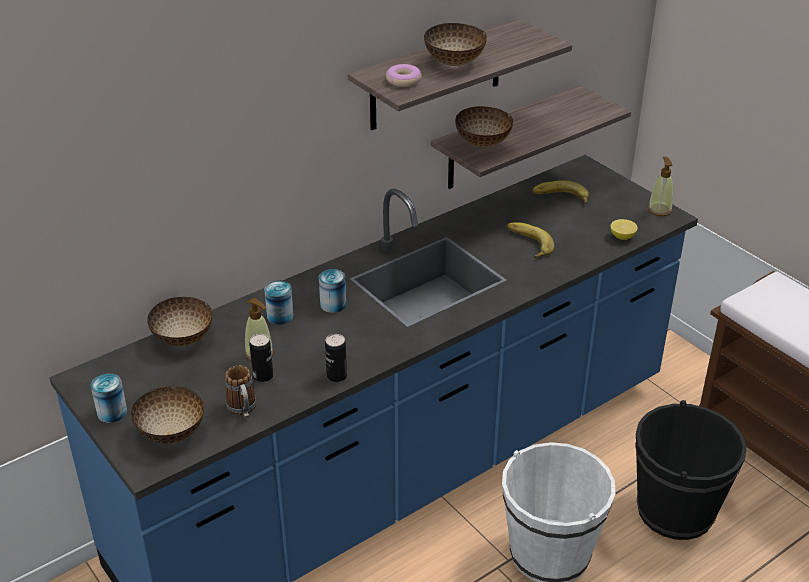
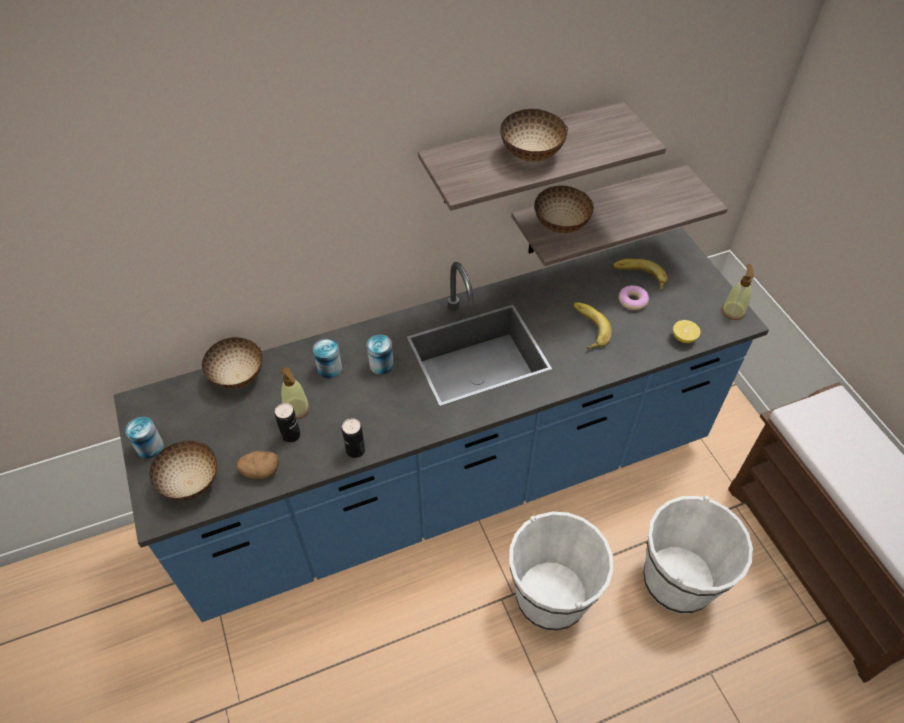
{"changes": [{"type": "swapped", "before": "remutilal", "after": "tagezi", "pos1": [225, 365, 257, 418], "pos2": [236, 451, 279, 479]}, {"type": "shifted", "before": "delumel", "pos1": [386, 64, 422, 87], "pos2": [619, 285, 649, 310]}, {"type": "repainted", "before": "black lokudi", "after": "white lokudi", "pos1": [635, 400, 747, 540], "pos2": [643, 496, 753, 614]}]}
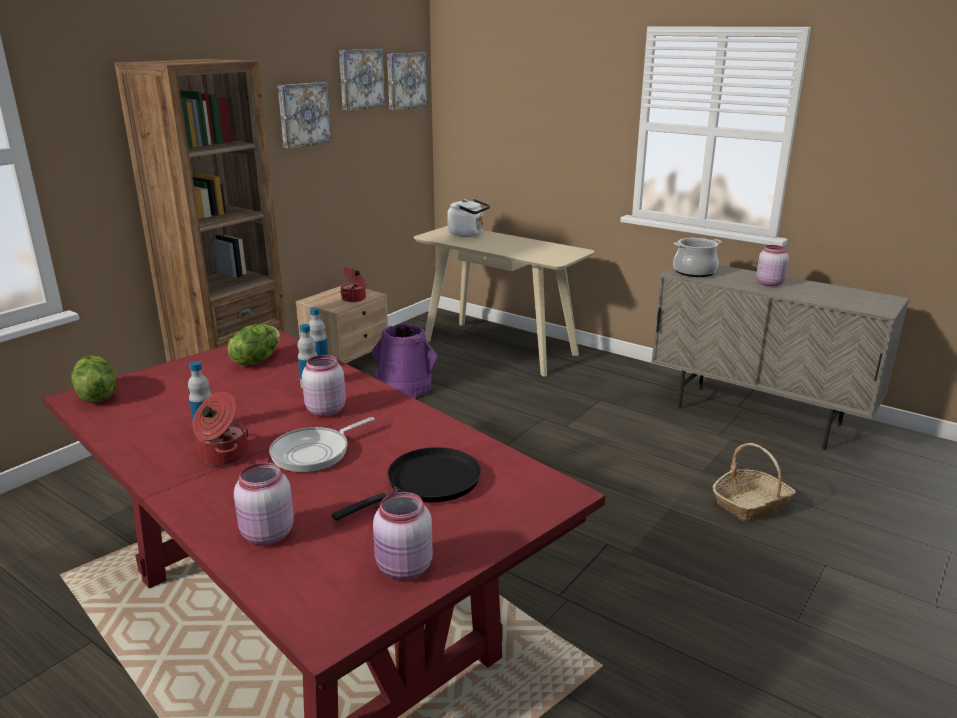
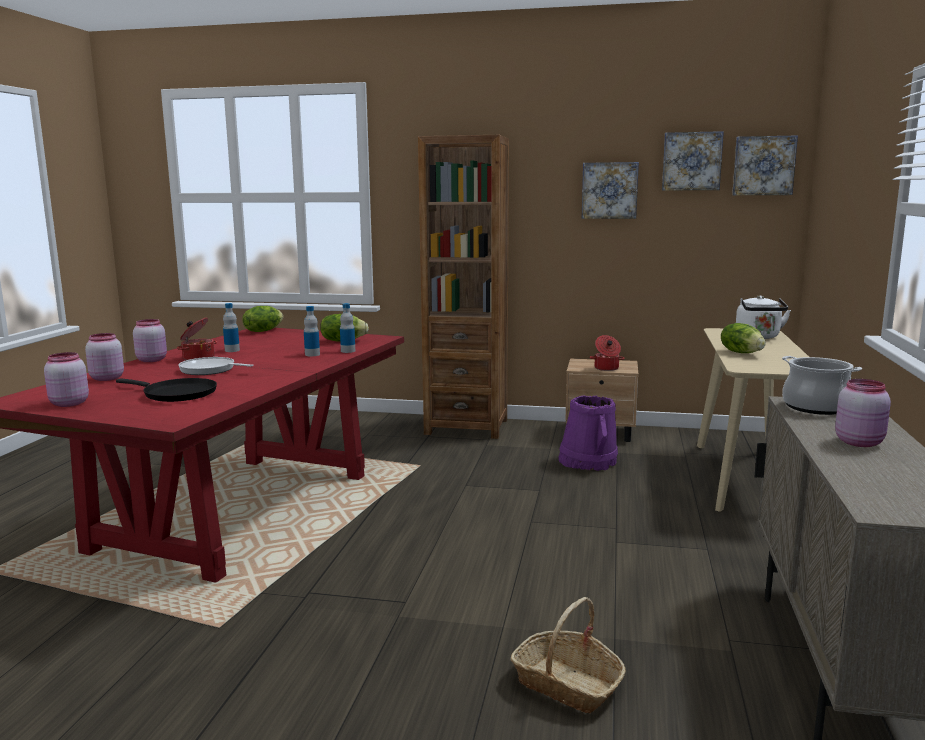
{"changes": [{"type": "shifted", "before": "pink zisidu", "pos1": [302, 355, 346, 416], "pos2": [133, 319, 167, 362]}, {"type": "new", "after": "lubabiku", "pos2": [721, 323, 766, 353]}]}
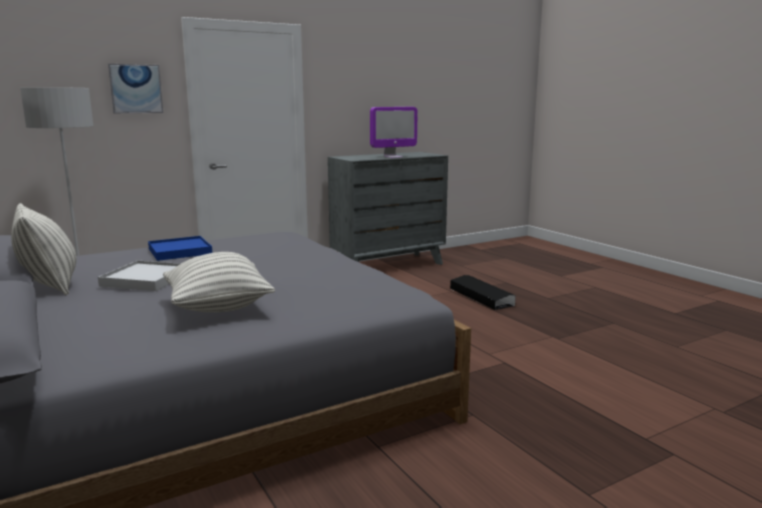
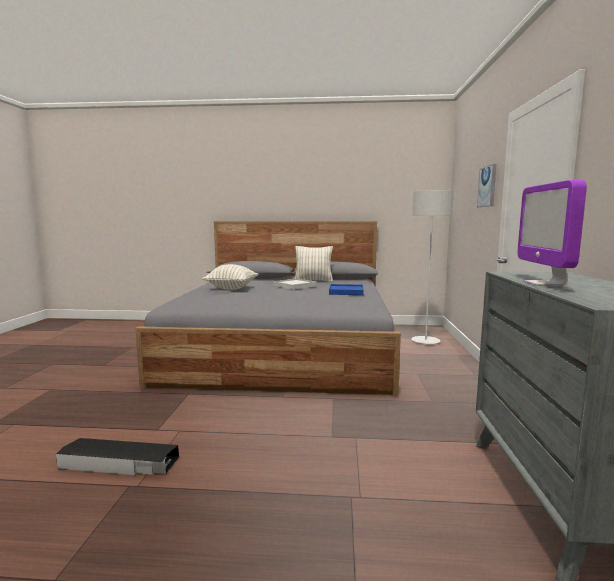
{"changes": [{"type": "shifted", "before": "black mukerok", "pos1": [450, 275, 516, 310], "pos2": [56, 438, 179, 475]}]}
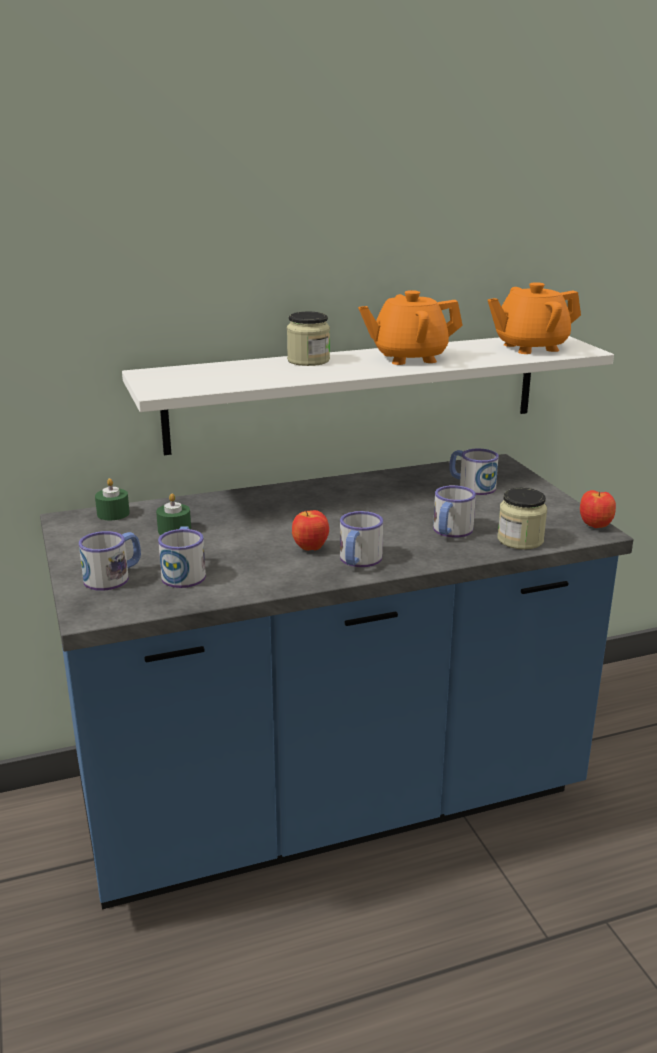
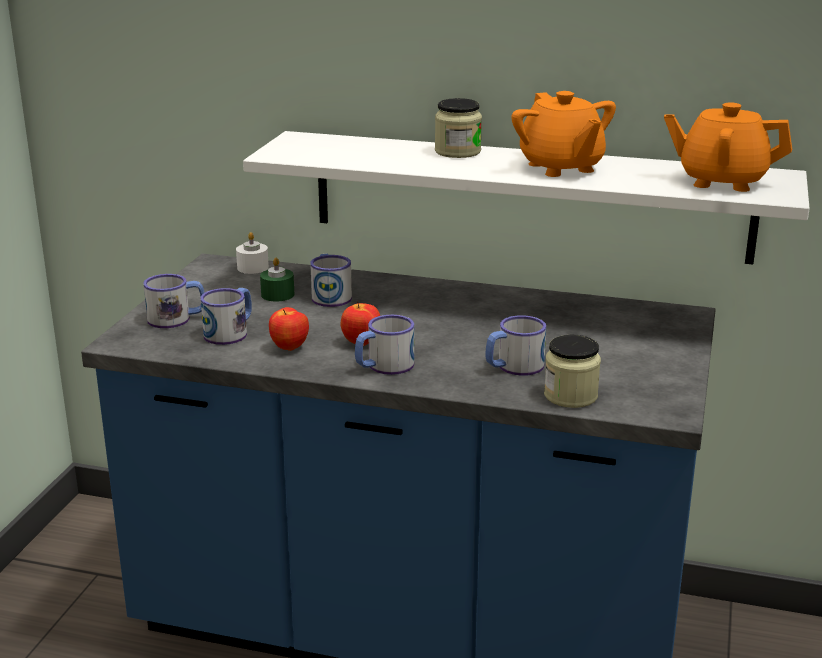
{"changes": [{"type": "repainted", "before": "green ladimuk", "after": "white ladimuk", "pos1": [95, 478, 130, 520], "pos2": [236, 232, 269, 274]}, {"type": "rotated", "before": "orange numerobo", "pos1": [358, 290, 463, 365], "pos2": [512, 91, 616, 177], "turn": -135}, {"type": "shifted", "before": "remutilal", "pos1": [449, 448, 499, 495], "pos2": [310, 254, 352, 307]}, {"type": "shifted", "before": "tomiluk", "pos1": [580, 490, 616, 528], "pos2": [269, 307, 309, 351]}]}
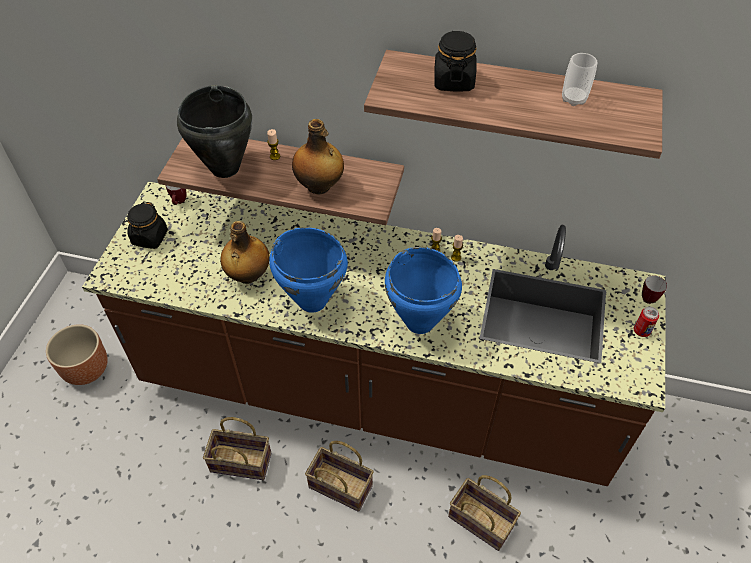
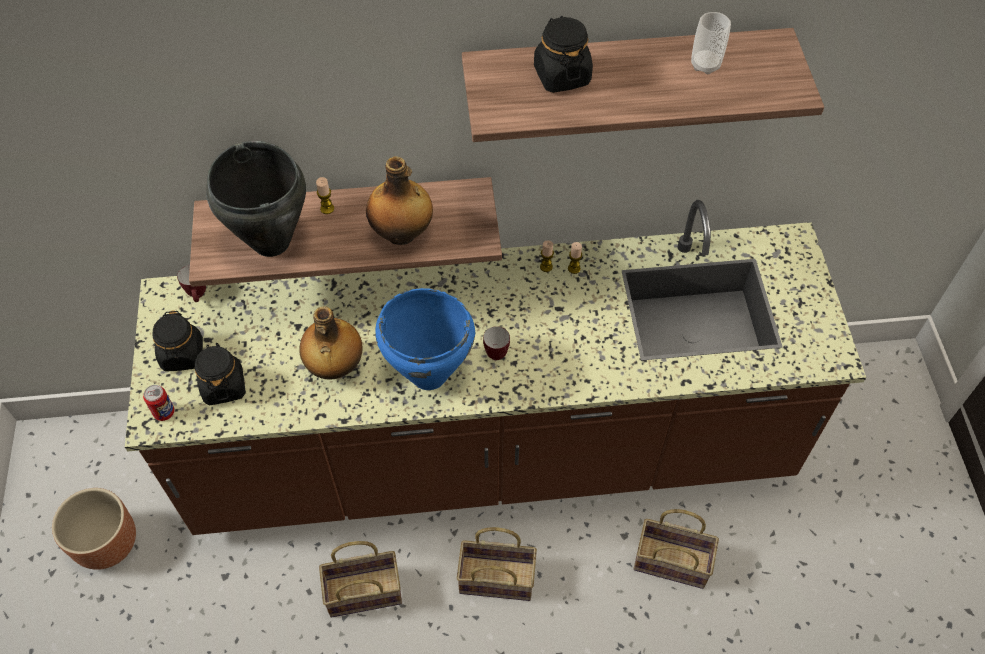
{"changes": [{"type": "gone", "before": "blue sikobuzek", "pos1": [385, 247, 462, 334]}, {"type": "shifted", "before": "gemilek", "pos1": [634, 307, 659, 337], "pos2": [143, 385, 175, 421]}, {"type": "shifted", "before": "remutilal", "pos1": [642, 276, 667, 304], "pos2": [483, 326, 510, 360]}, {"type": "new", "after": "black zisidu", "pos2": [195, 343, 246, 405]}]}
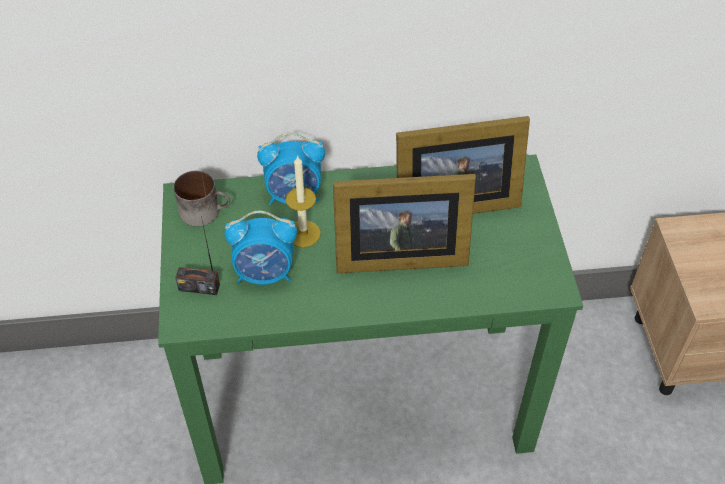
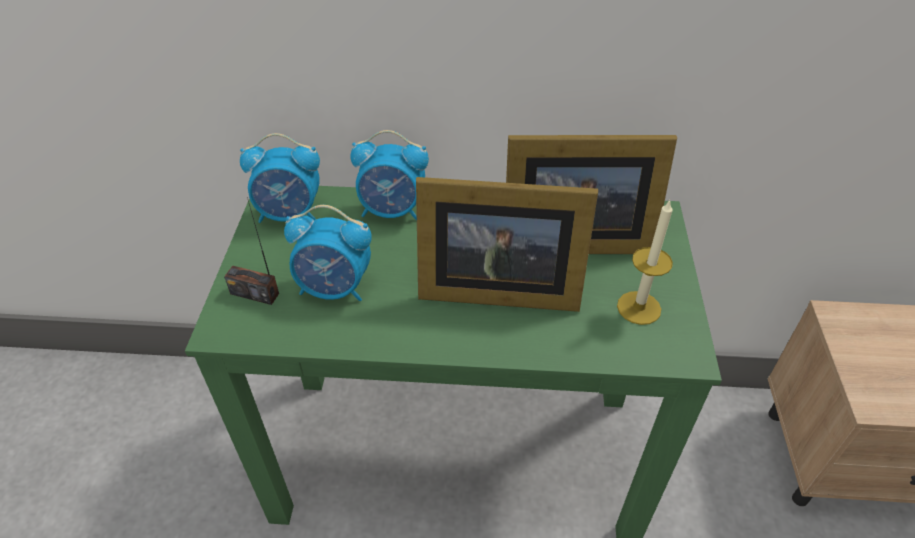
{"changes": [{"type": "swapped", "before": "remutilal", "after": "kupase", "pos1": [174, 170, 230, 227], "pos2": [240, 133, 320, 223]}, {"type": "shifted", "before": "ladimuk", "pos1": [285, 155, 321, 247], "pos2": [617, 200, 673, 325]}]}
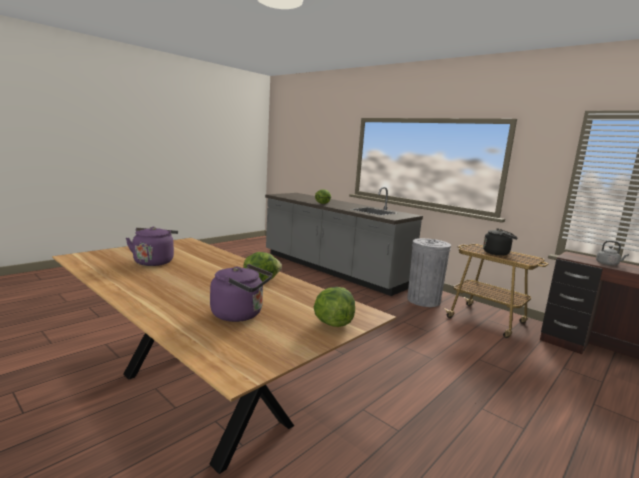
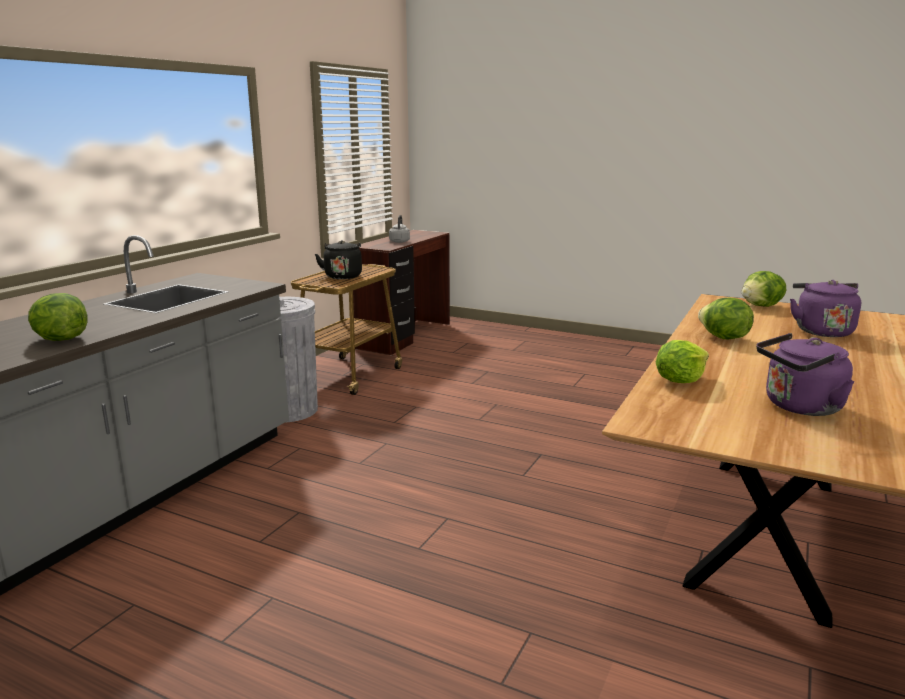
{"changes": [{"type": "new", "after": "lubabiku", "pos2": [656, 340, 709, 383]}]}
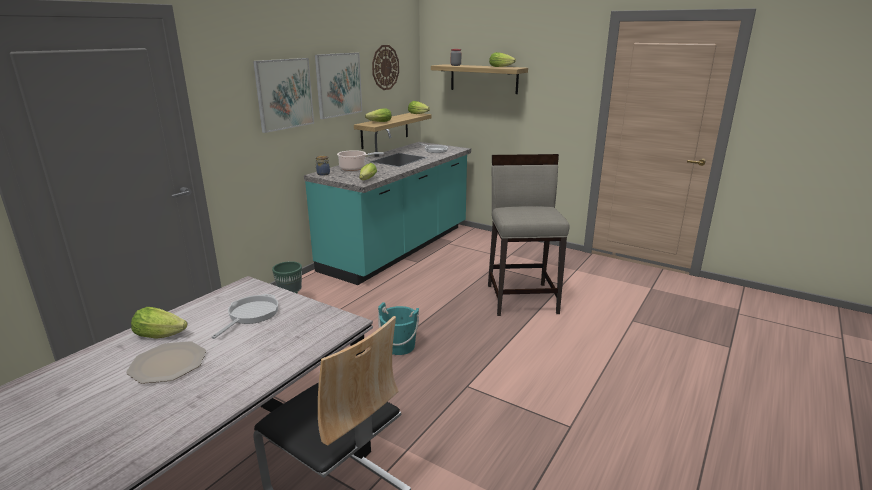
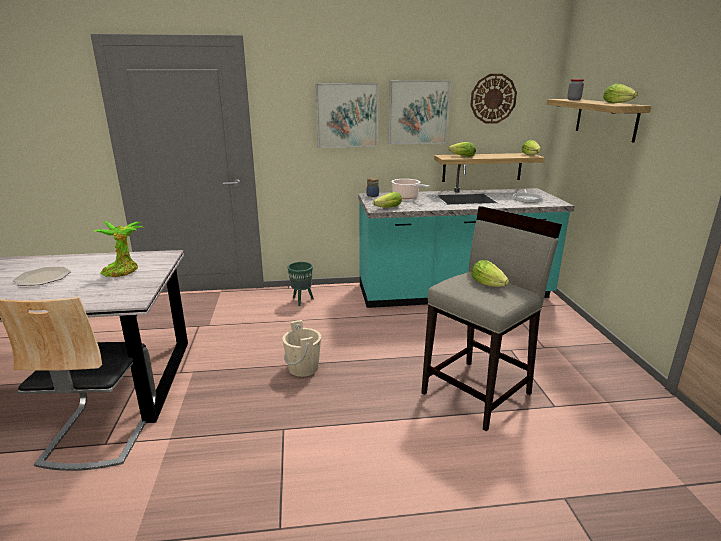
{"changes": [{"type": "shifted", "before": "lubabiku", "pos1": [131, 307, 187, 339], "pos2": [471, 260, 509, 287]}, {"type": "swapped", "before": "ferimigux", "after": "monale", "pos1": [211, 294, 278, 339], "pos2": [93, 221, 143, 277]}, {"type": "repainted", "before": "turquoise lokudi", "after": "beige lokudi", "pos1": [378, 302, 419, 355], "pos2": [282, 320, 321, 377]}]}
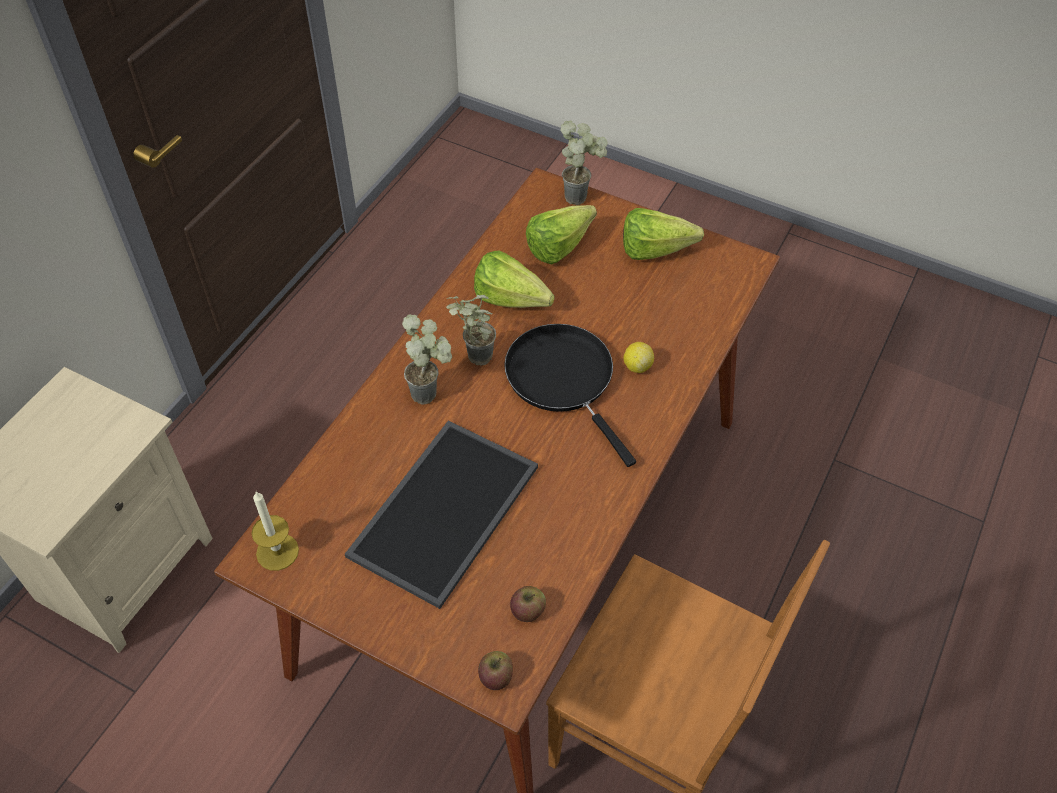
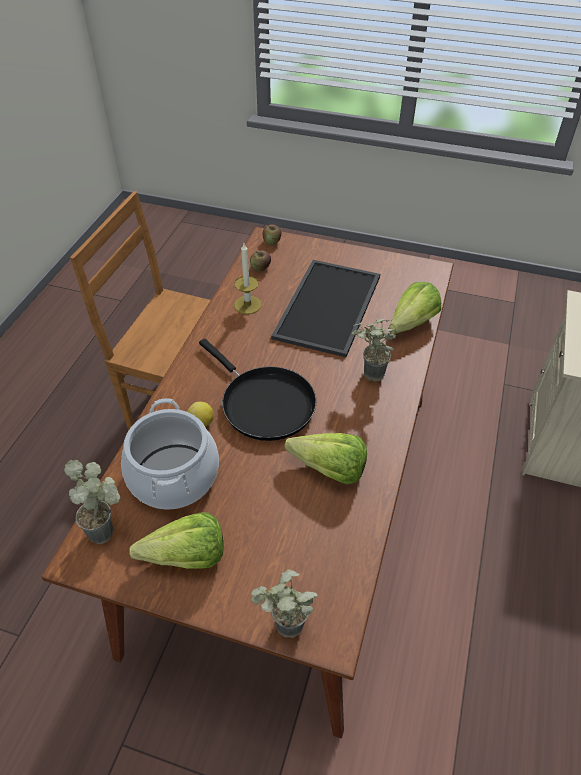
{"changes": [{"type": "shifted", "before": "ladimuk", "pos1": [251, 492, 299, 571], "pos2": [234, 243, 262, 314]}, {"type": "shifted", "before": "monale", "pos1": [446, 295, 496, 365], "pos2": [64, 460, 120, 544]}, {"type": "shifted", "before": "lubabiku", "pos1": [526, 205, 597, 264], "pos2": [389, 282, 441, 334]}, {"type": "new", "after": "sikobuzek", "pos2": [121, 398, 219, 510]}]}
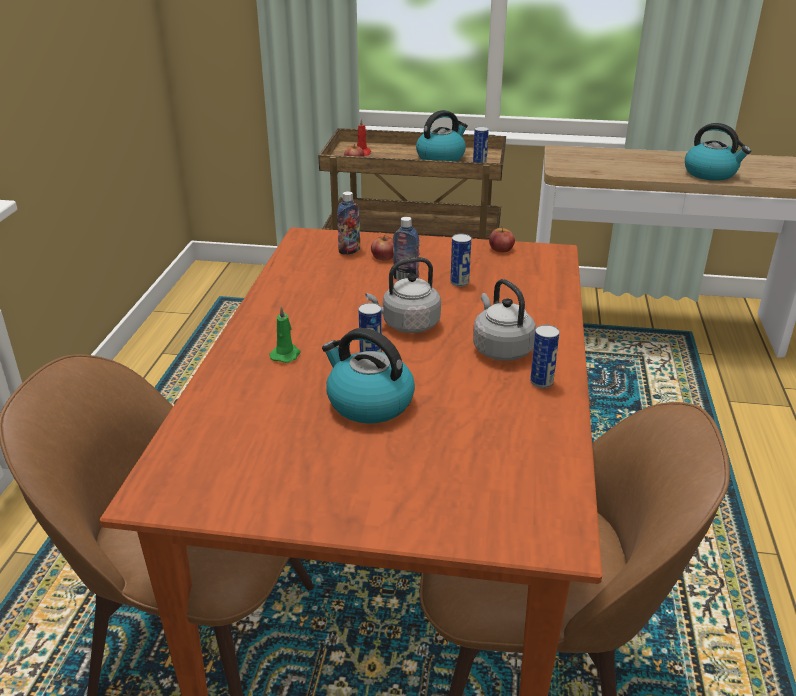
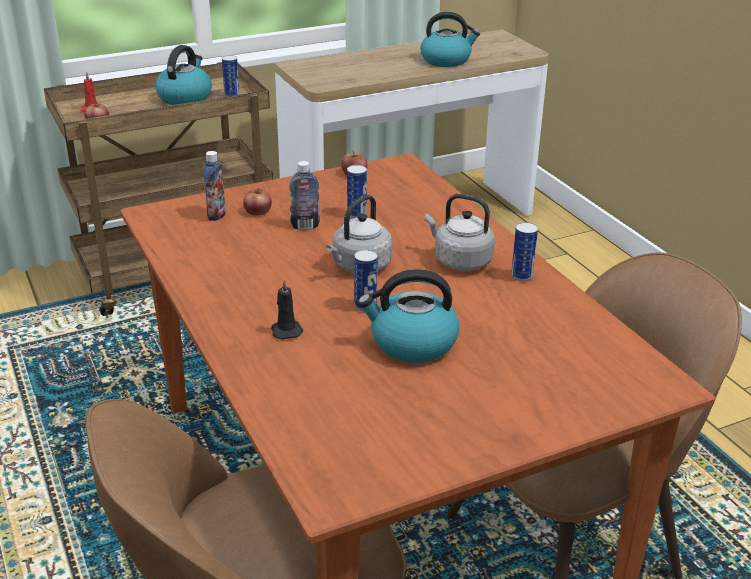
{"changes": [{"type": "repainted", "before": "green ladimuk", "after": "black ladimuk", "pos1": [269, 306, 301, 363], "pos2": [271, 279, 303, 340]}]}
